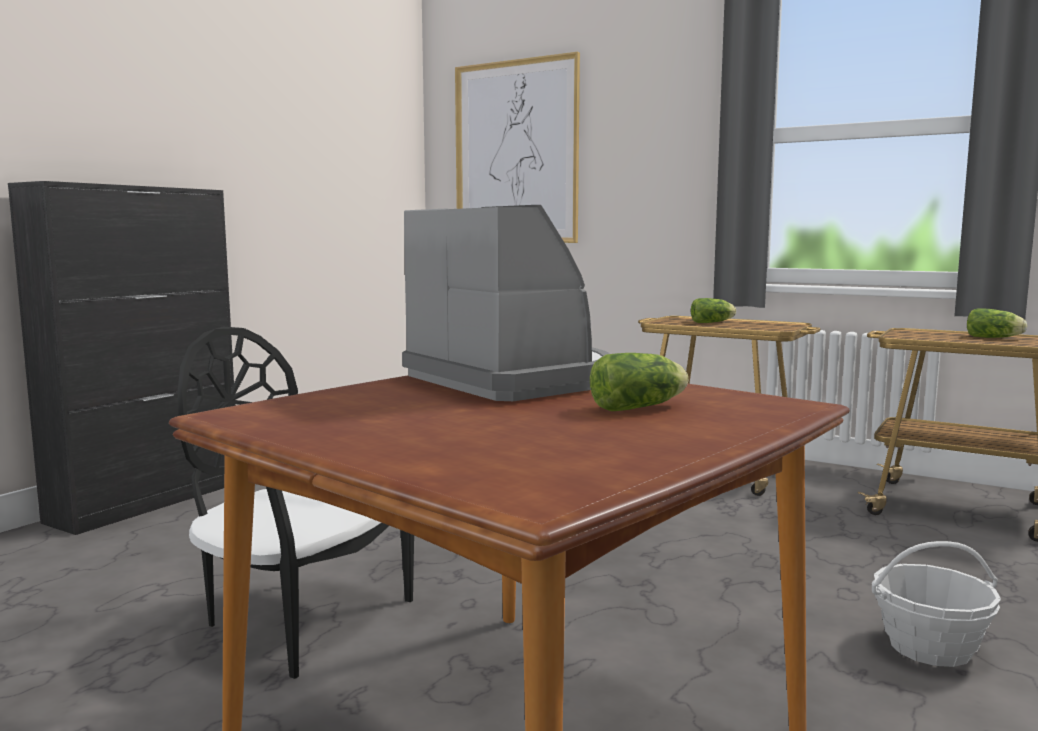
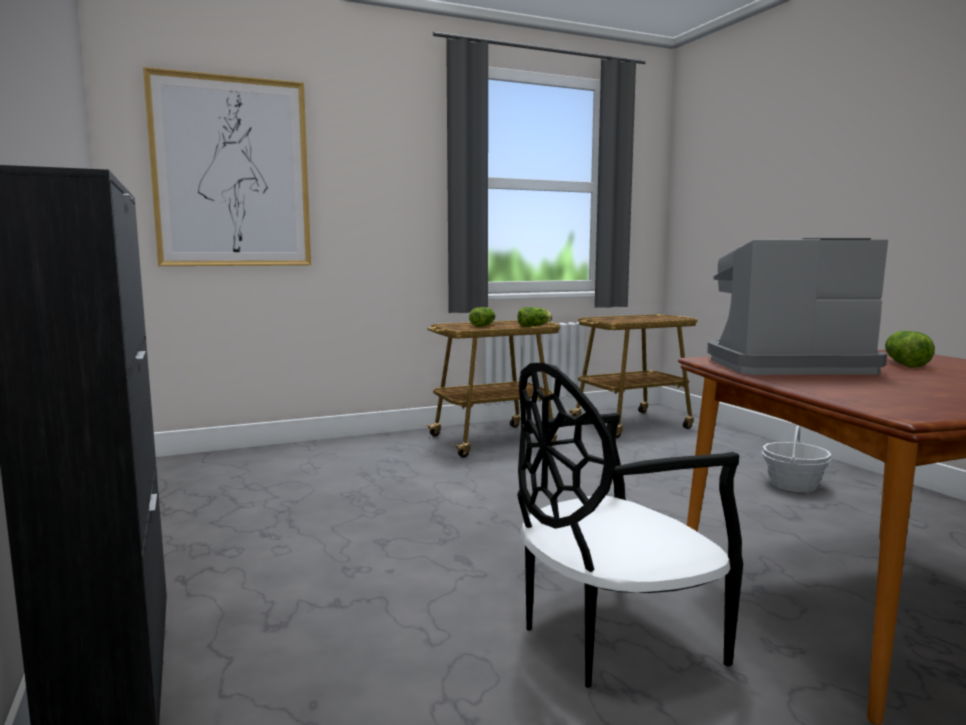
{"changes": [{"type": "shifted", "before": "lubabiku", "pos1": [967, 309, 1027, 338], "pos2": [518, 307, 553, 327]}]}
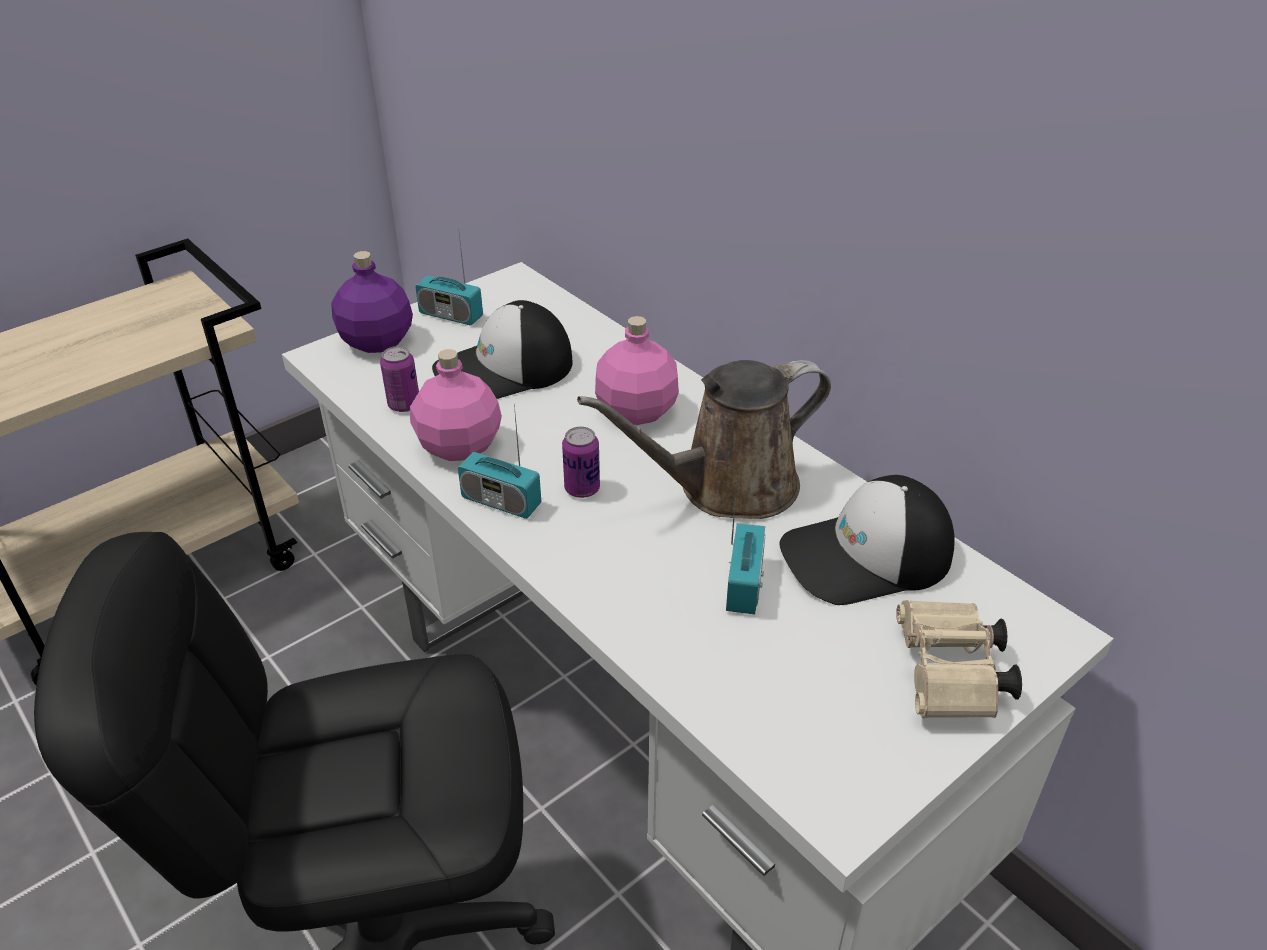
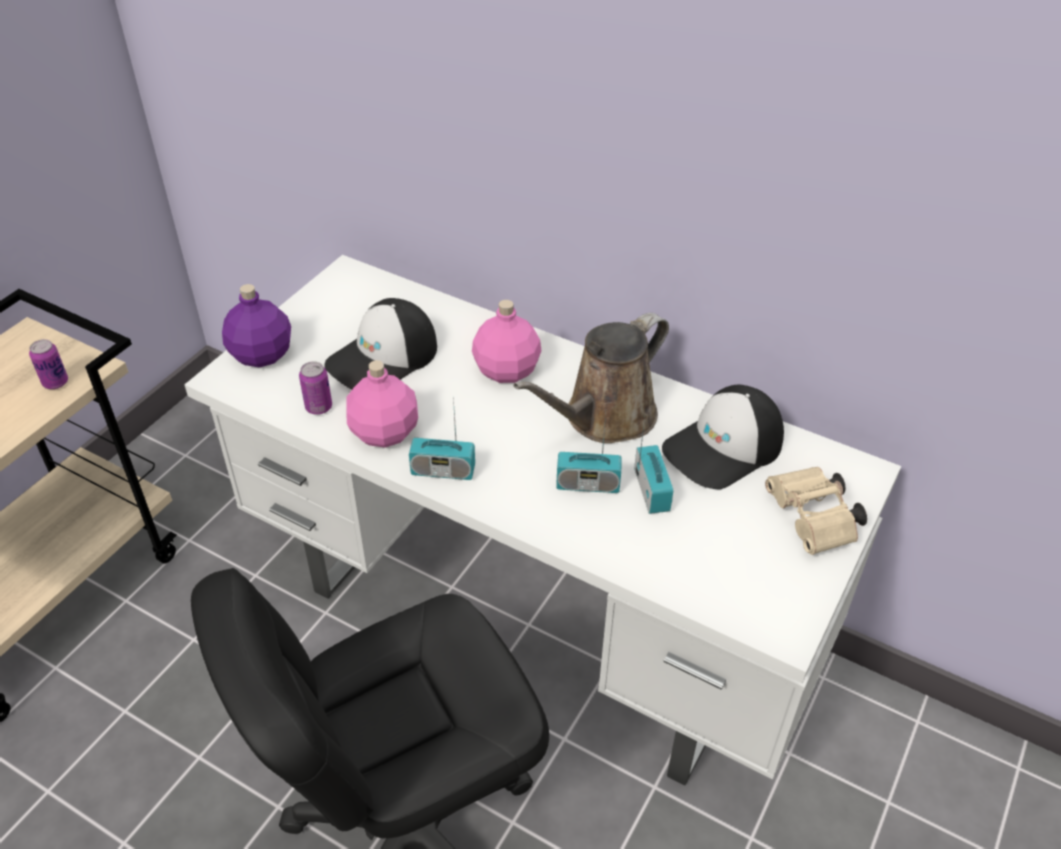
{"changes": [{"type": "shifted", "before": "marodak", "pos1": [415, 228, 483, 326], "pos2": [556, 414, 622, 493]}, {"type": "shifted", "before": "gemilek", "pos1": [562, 427, 600, 498], "pos2": [29, 339, 68, 389]}]}
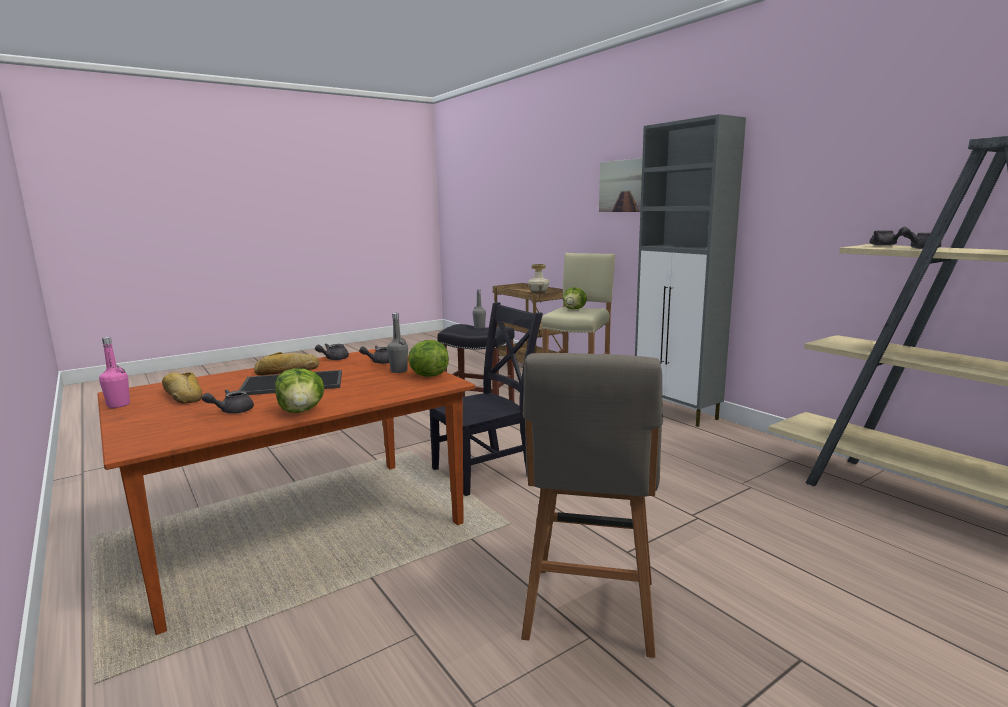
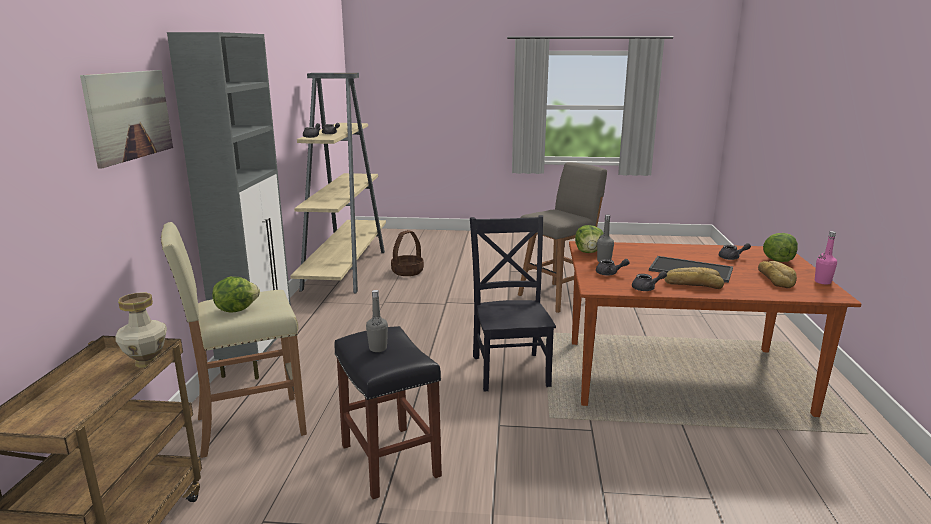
{"changes": [{"type": "shifted", "before": "lubabiku", "pos1": [275, 368, 324, 413], "pos2": [763, 233, 798, 262]}, {"type": "rotated", "before": "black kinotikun", "pos1": [430, 302, 543, 496], "pos2": [470, 215, 556, 392], "turn": 75}, {"type": "new", "after": "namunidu", "pos2": [391, 230, 424, 276]}]}
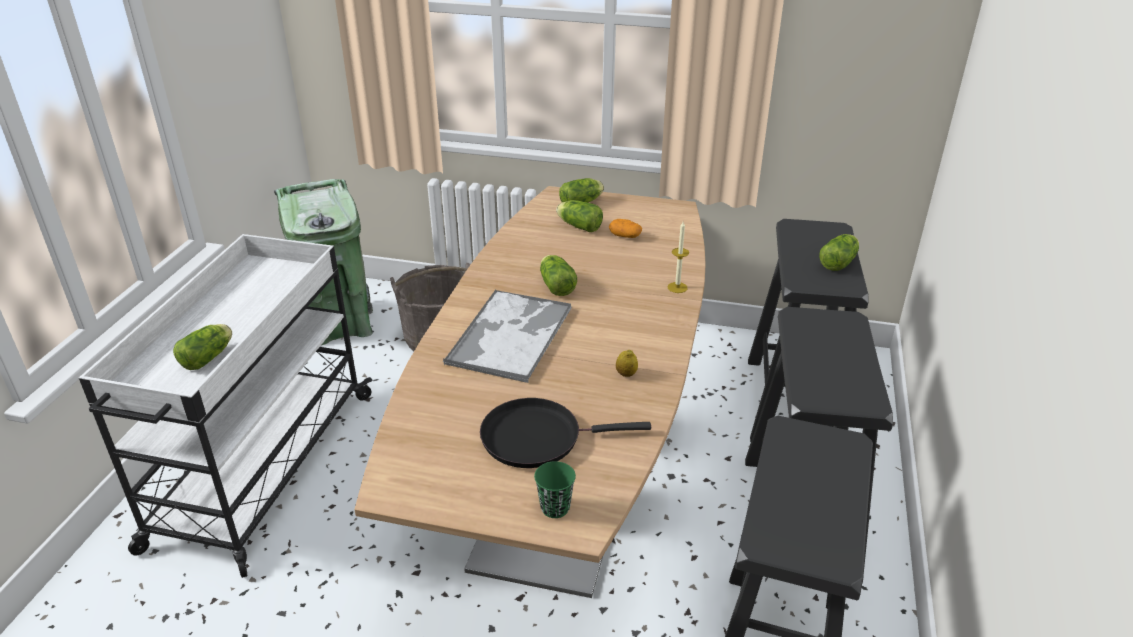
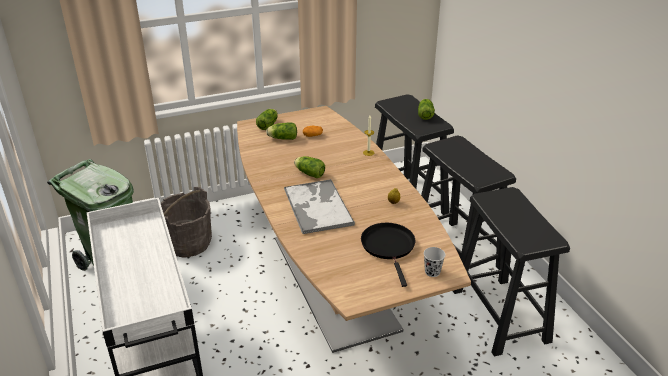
{"changes": [{"type": "gone", "before": "lubabiku", "pos1": [173, 324, 232, 370]}, {"type": "rotated", "before": "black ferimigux", "pos1": [480, 398, 651, 468], "pos2": [361, 223, 415, 287], "turn": 120}, {"type": "repainted", "before": "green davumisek", "after": "black davumisek", "pos1": [534, 461, 576, 518], "pos2": [424, 247, 445, 277]}]}
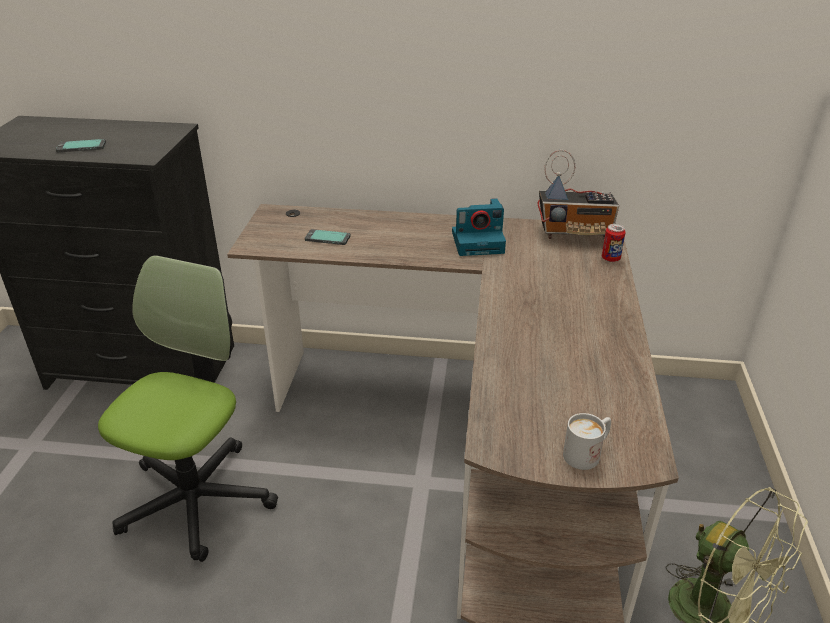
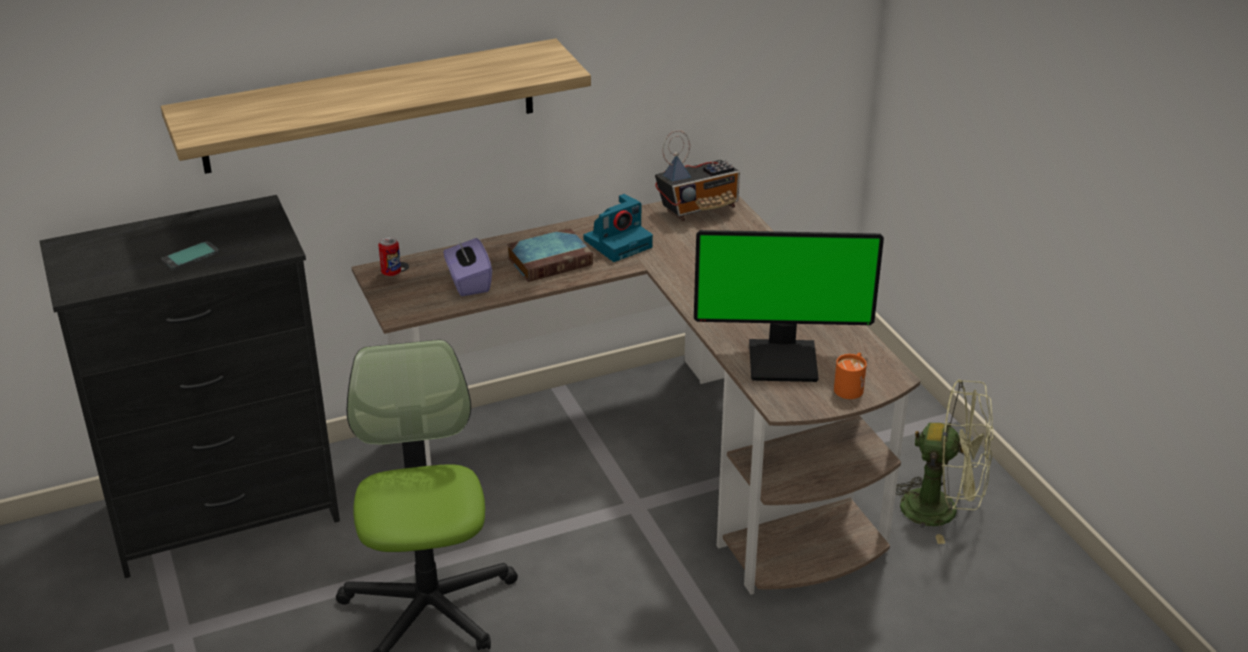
{"changes": [{"type": "swapped", "before": "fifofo", "after": "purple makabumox", "pos1": [305, 229, 351, 245], "pos2": [443, 238, 492, 296]}, {"type": "repainted", "before": "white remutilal", "after": "orange remutilal", "pos1": [563, 413, 611, 470], "pos2": [834, 353, 867, 399]}, {"type": "shifted", "before": "gemilek", "pos1": [602, 224, 626, 262], "pos2": [378, 237, 401, 276]}, {"type": "new", "after": "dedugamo", "pos2": [161, 38, 591, 174]}, {"type": "new", "after": "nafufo", "pos2": [507, 228, 593, 282]}, {"type": "new", "after": "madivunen", "pos2": [694, 230, 884, 382]}]}
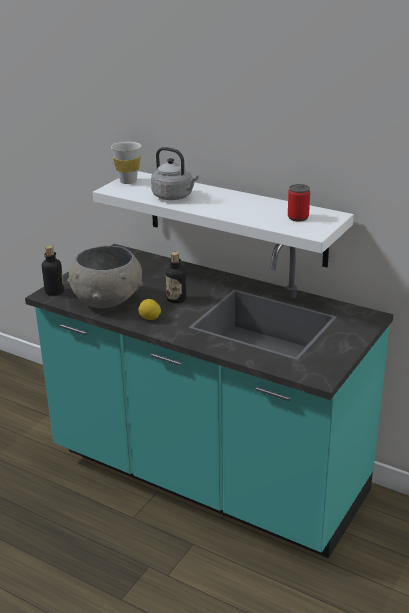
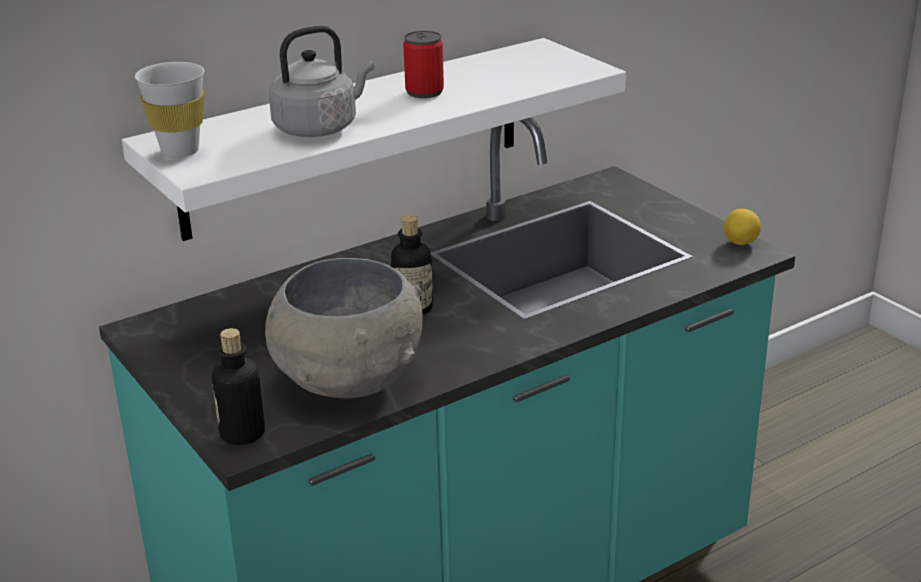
{"changes": [{"type": "shifted", "before": "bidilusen", "pos1": [138, 299, 161, 320], "pos2": [724, 209, 761, 245]}, {"type": "shifted", "before": "gemilek", "pos1": [288, 184, 310, 221], "pos2": [403, 31, 444, 98]}]}
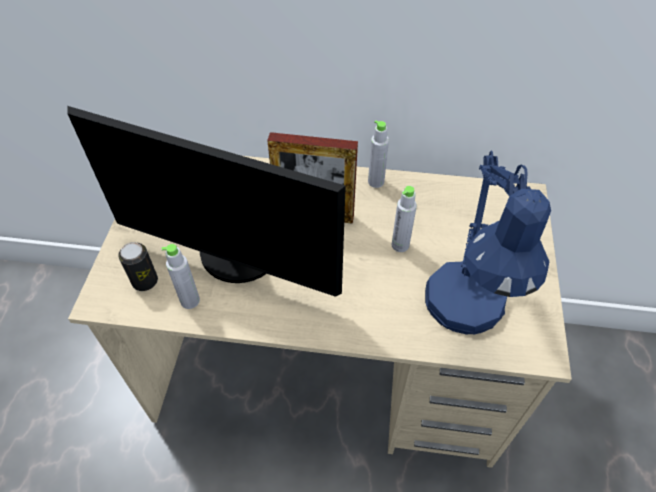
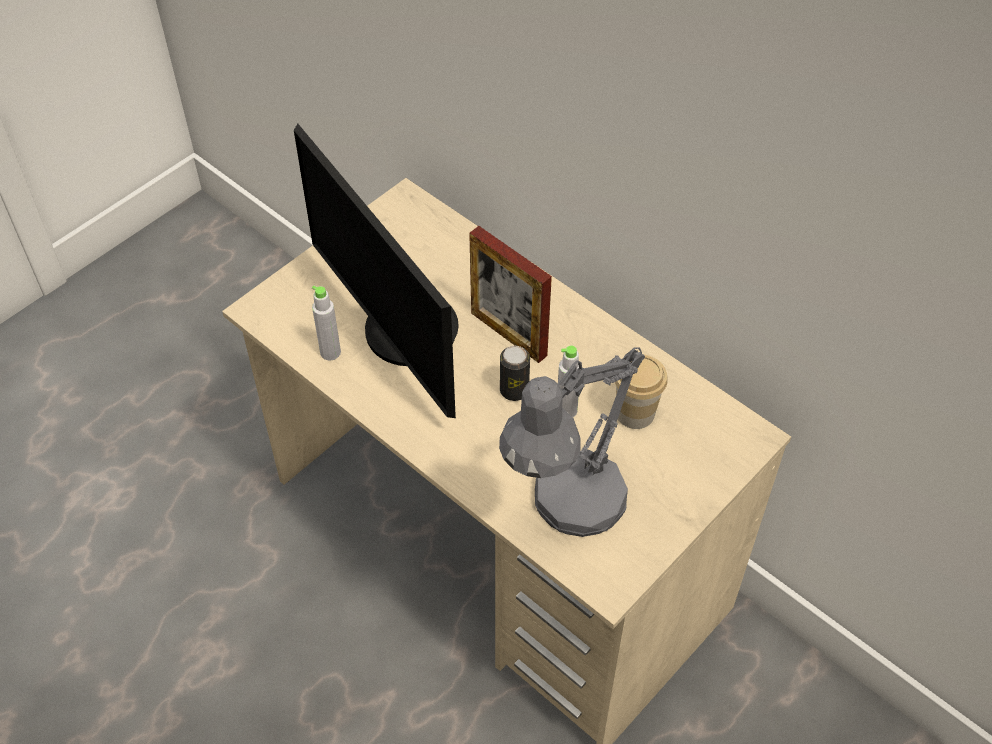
{"changes": [{"type": "shifted", "before": "gemilek", "pos1": [118, 242, 158, 291], "pos2": [500, 346, 530, 401]}, {"type": "gone", "before": "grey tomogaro", "pos1": [368, 120, 389, 188]}, {"type": "repainted", "before": "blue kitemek", "after": "grey kitemek", "pos1": [425, 151, 551, 335], "pos2": [499, 347, 645, 537]}, {"type": "new", "after": "davumisek", "pos2": [615, 354, 668, 429]}]}
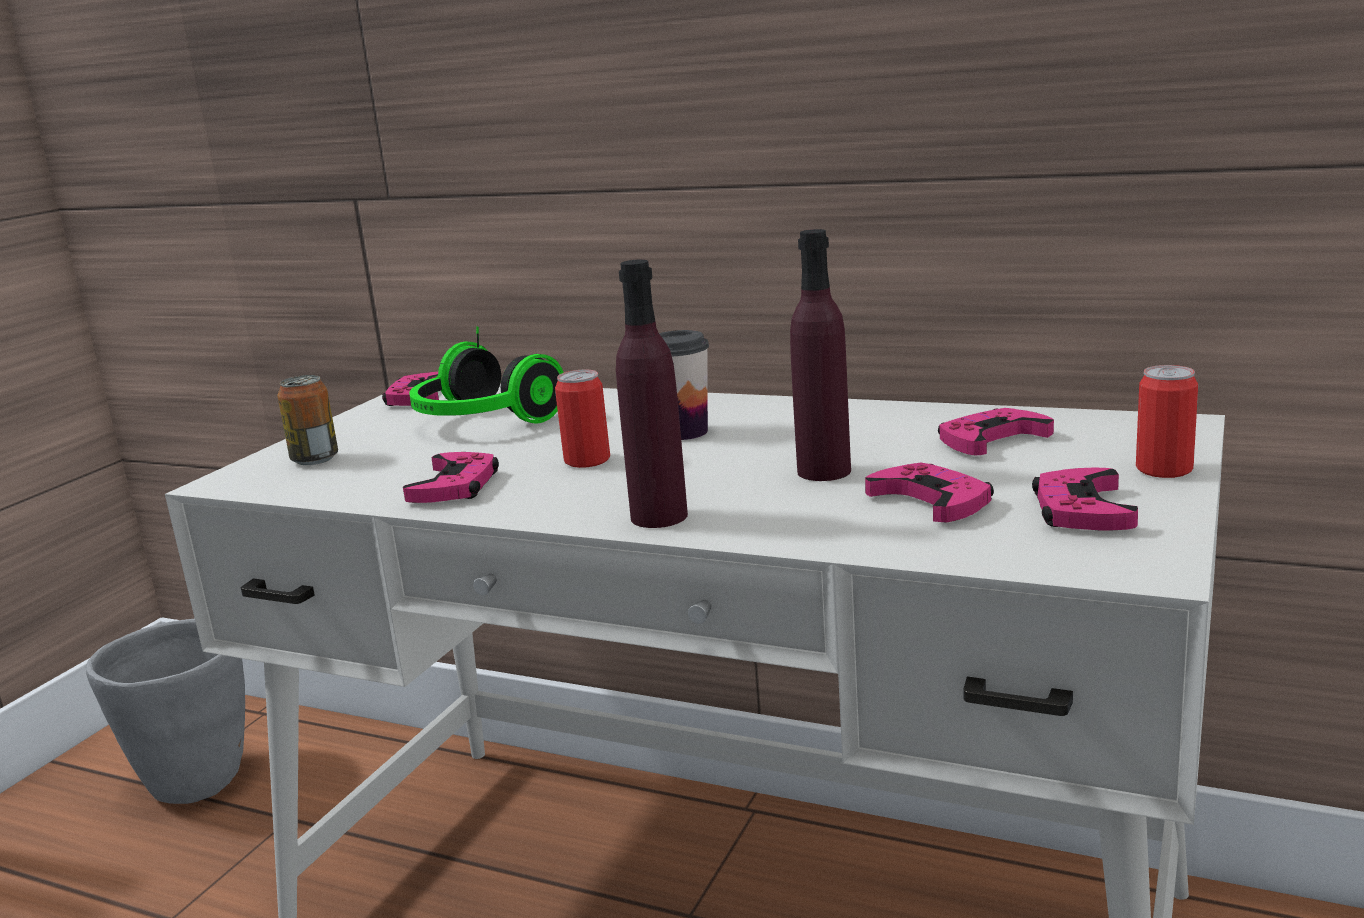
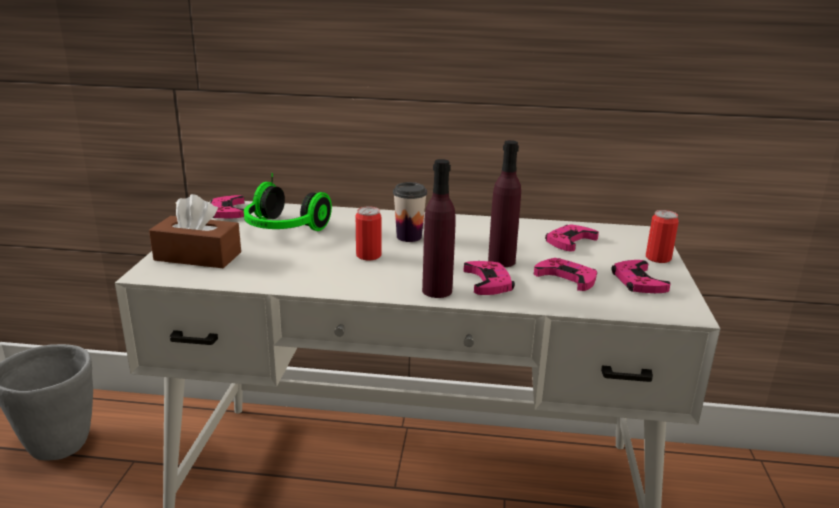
{"changes": [{"type": "swapped", "before": "gemilek", "after": "brown makabumox", "pos1": [277, 375, 338, 465], "pos2": [149, 194, 241, 268]}, {"type": "shifted", "before": "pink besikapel", "pos1": [403, 452, 499, 503], "pos2": [463, 261, 515, 295]}]}
